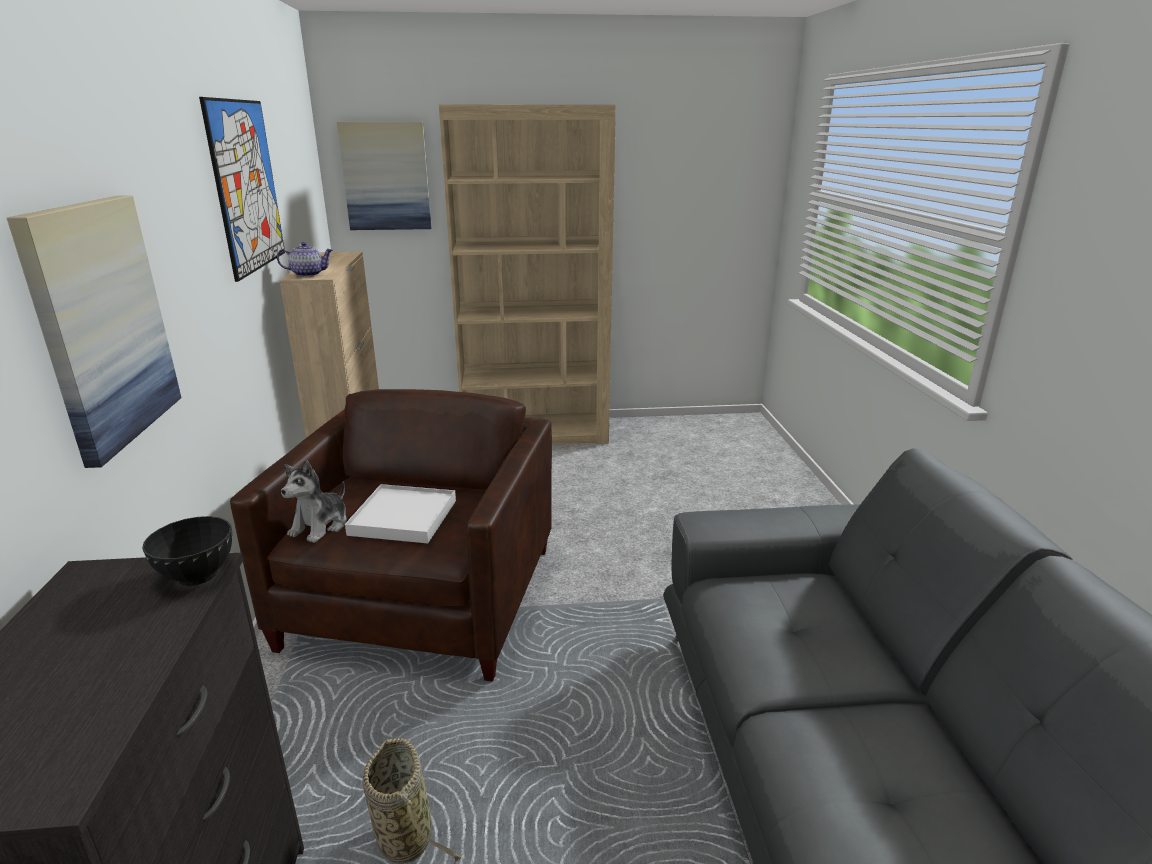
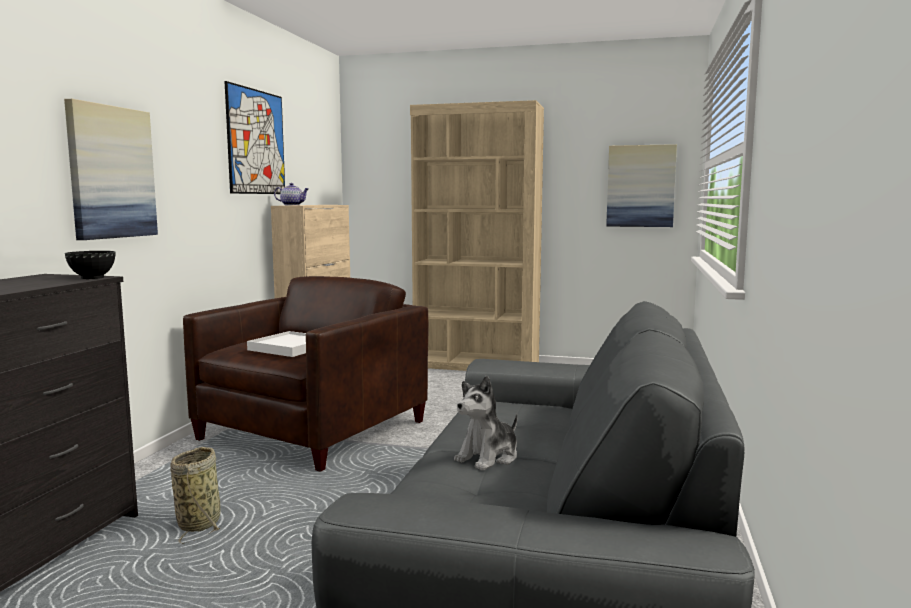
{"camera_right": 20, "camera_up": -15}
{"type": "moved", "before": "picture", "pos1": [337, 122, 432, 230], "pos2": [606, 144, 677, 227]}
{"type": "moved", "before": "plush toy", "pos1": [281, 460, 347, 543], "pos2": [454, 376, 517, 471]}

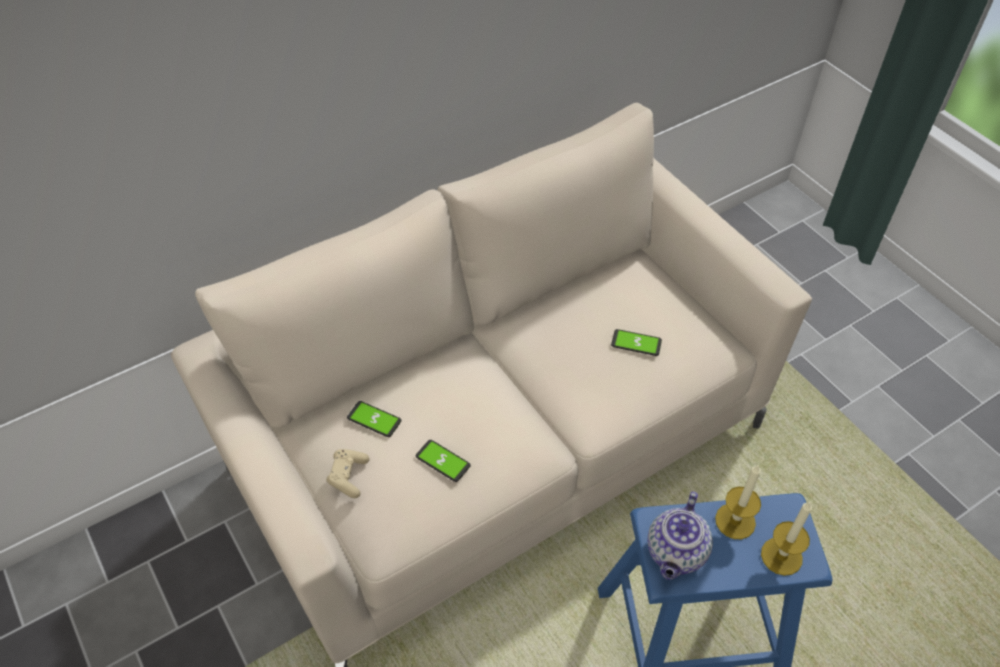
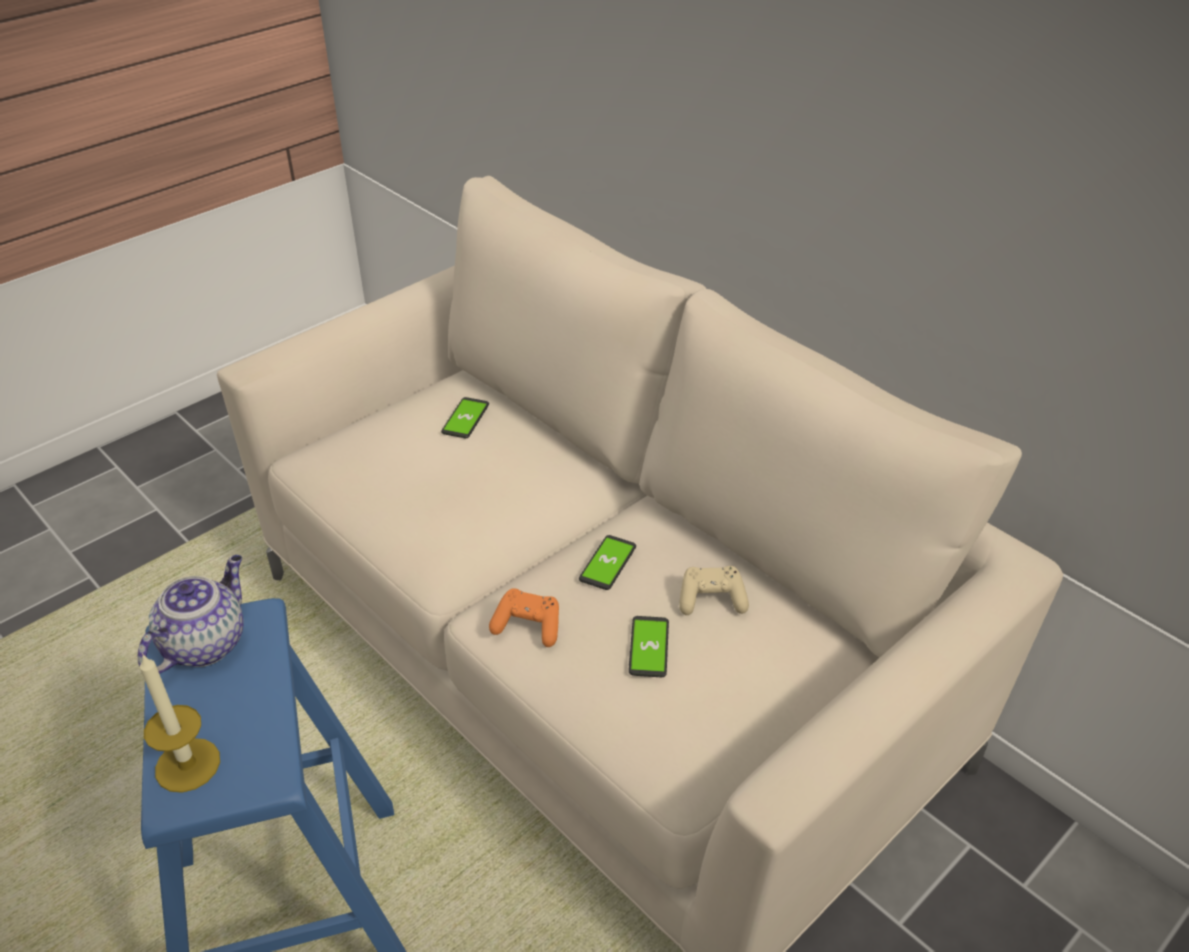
{"camera_right": 80, "camera_up": -10}
{"type": "moved", "before": "phone", "pos1": [416, 440, 471, 482], "pos2": [579, 535, 636, 590]}
{"type": "moved", "before": "beige joypad", "pos1": [327, 449, 370, 498], "pos2": [679, 566, 749, 615]}
{"type": "removed", "before": "wax candle", "pos1": [715, 464, 761, 539]}
{"type": "turned", "before": "tea pot", "pos1": [648, 491, 713, 580], "pos2": [138, 555, 244, 674], "turn": 105}
{"type": "added", "after": "orangey joypad", "pos2": [489, 588, 559, 647]}

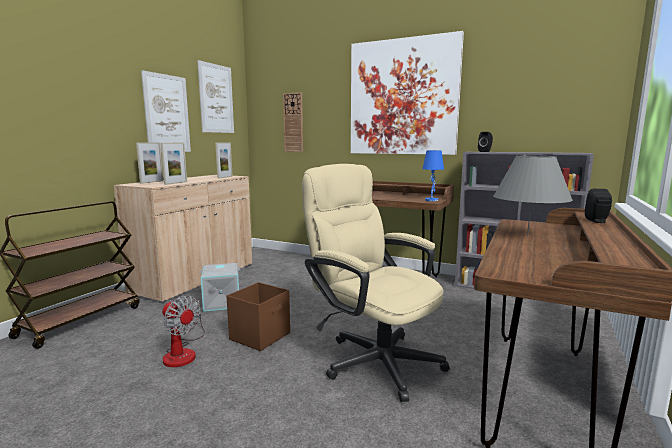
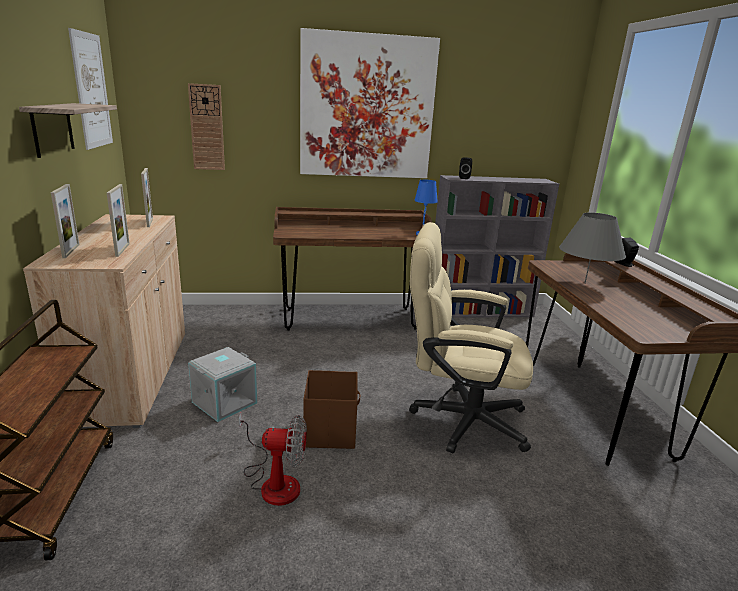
{"camera_right": -35, "camera_up": 10}
{"type": "replaced", "before": "picture", "after": "shelf", "pos1": [141, 70, 191, 152], "pos2": [19, 103, 117, 158]}

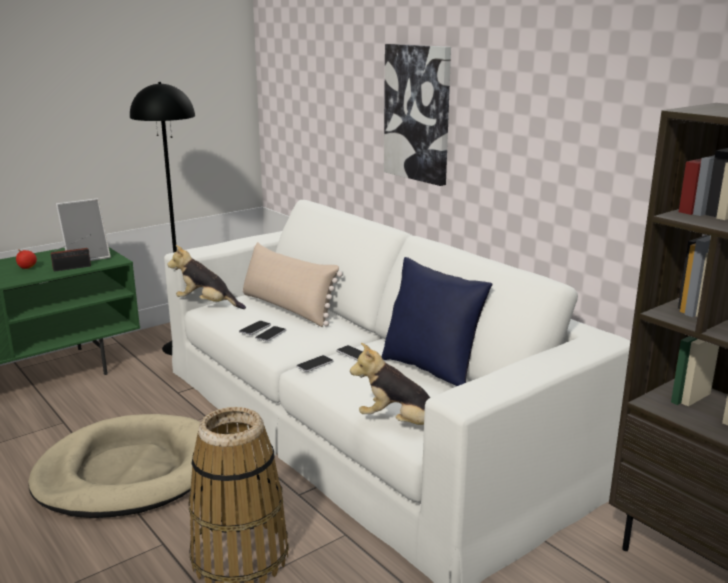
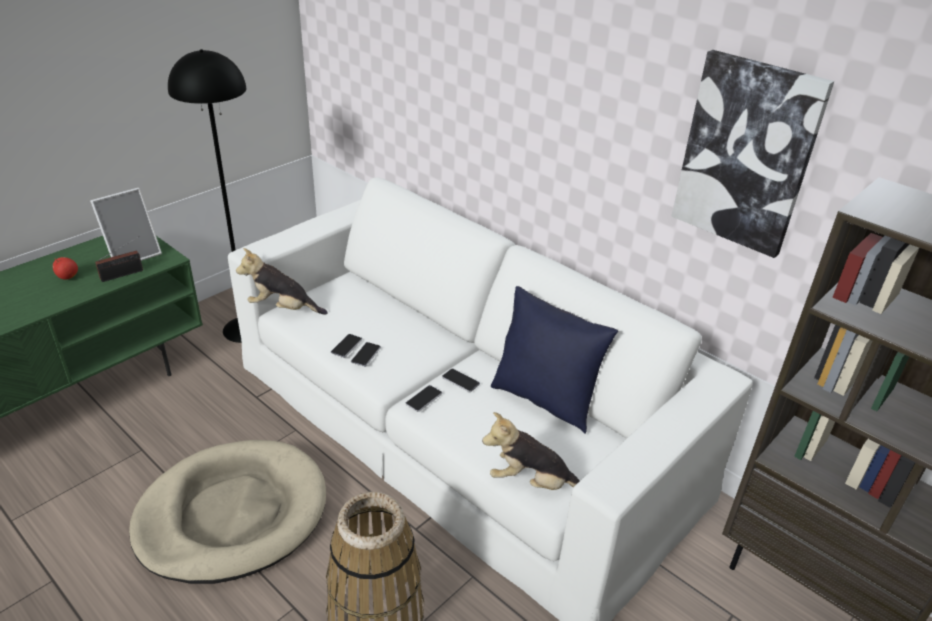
{"camera_right": -10, "camera_up": 15}
{"type": "moved", "before": "picture", "pos1": [384, 44, 451, 186], "pos2": [671, 50, 834, 258]}
{"type": "removed", "before": "beige throw pillow", "pos1": [242, 242, 343, 327]}

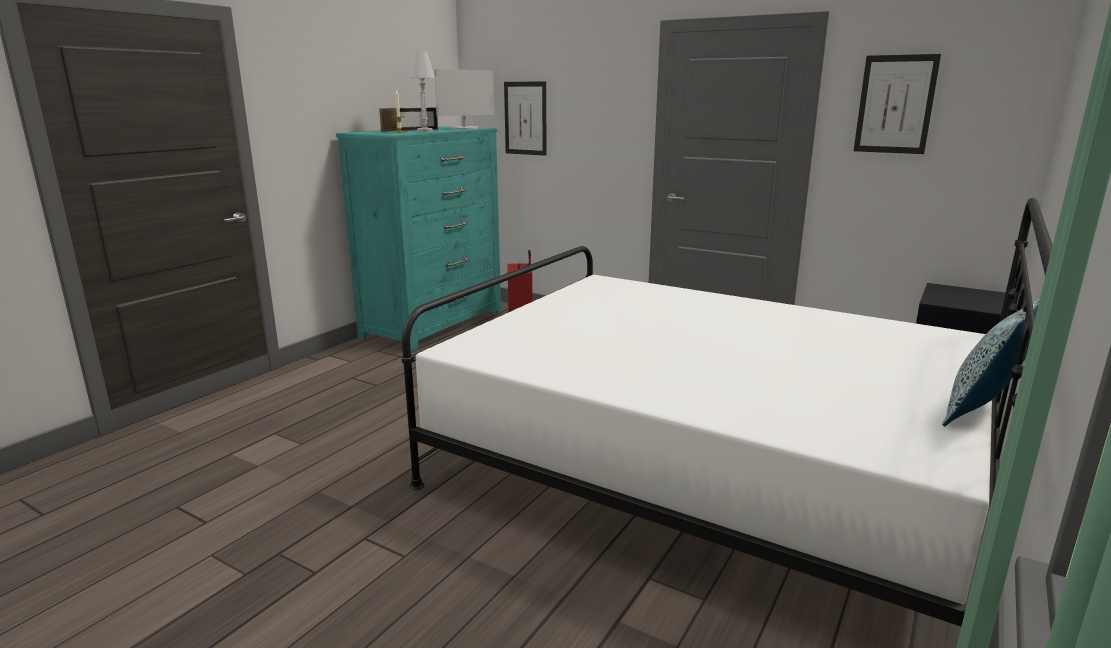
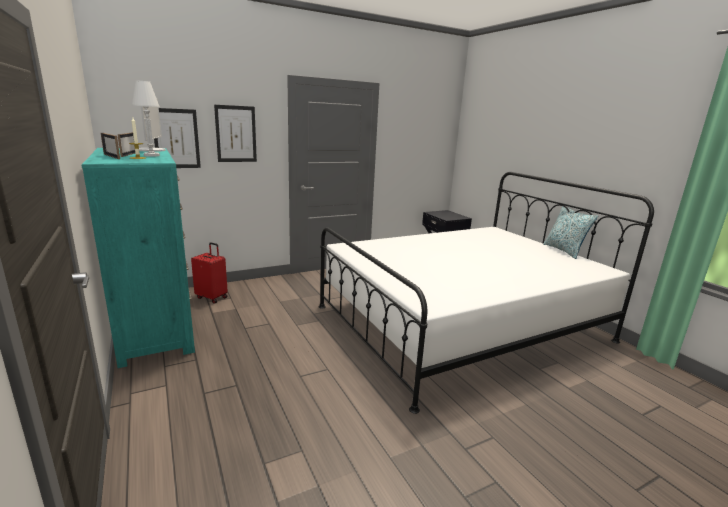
{"camera_right": -60, "camera_up": 0}
{"type": "moved", "before": "picture", "pos1": [854, 54, 941, 154], "pos2": [214, 105, 257, 162]}

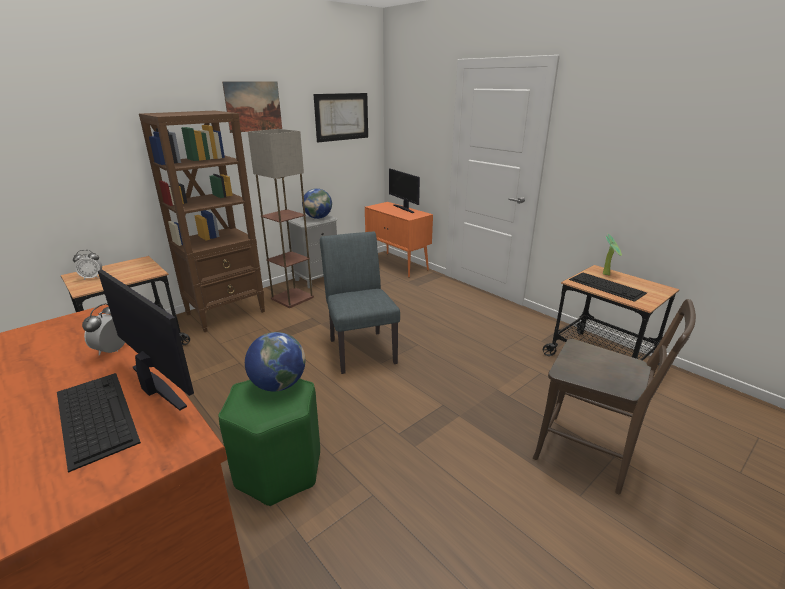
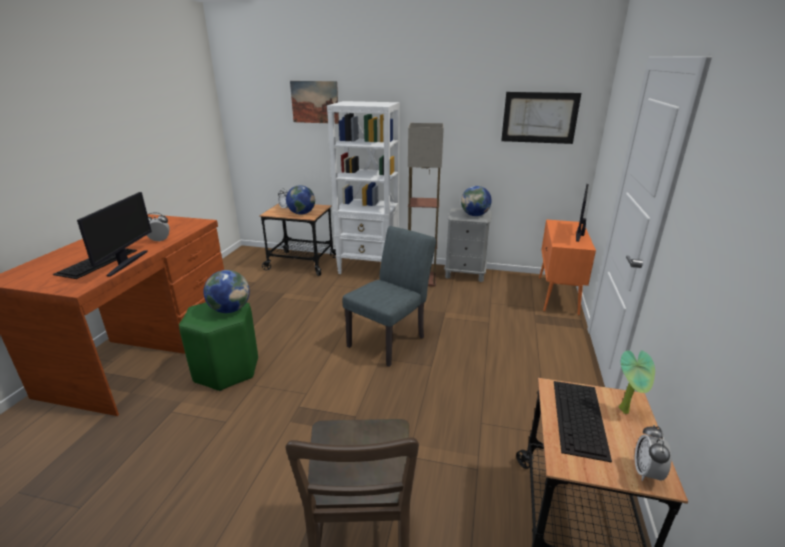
{"camera_right": 55, "camera_up": 0}
{"type": "moved", "before": "picture", "pos1": [222, 81, 282, 133], "pos2": [290, 81, 339, 124]}
{"type": "recoloured", "before": "brown-coloured shelving unit", "after": "white-coloured shelving unit", "pos1": [139, 111, 265, 332], "pos2": [327, 101, 400, 274]}
{"type": "added", "after": "desk globe", "pos2": [286, 185, 315, 215]}
{"type": "added", "after": "bedside clock", "pos2": [635, 425, 671, 481]}

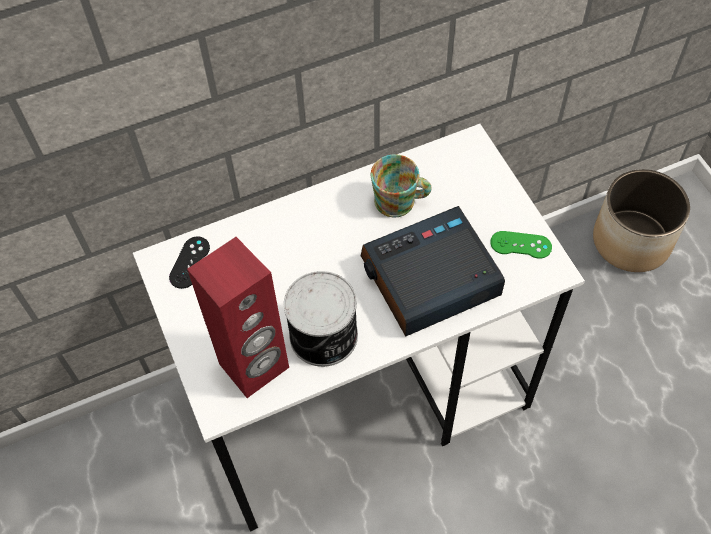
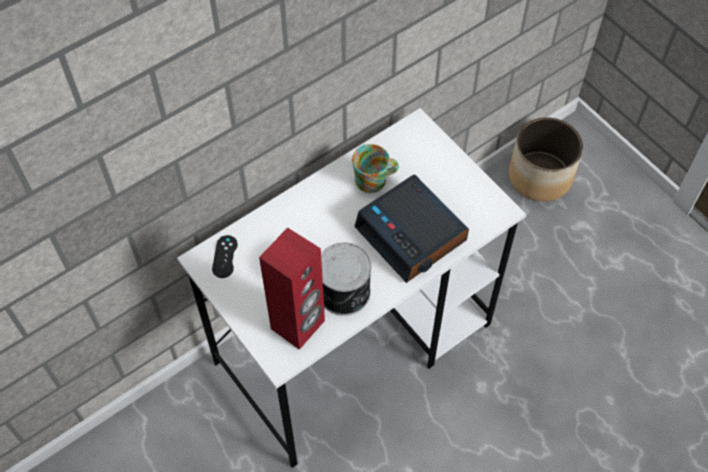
{"camera_right": -15, "camera_up": 0}
{"type": "turned", "before": "bedside clock", "pos1": [361, 206, 505, 337], "pos2": [354, 174, 469, 283], "turn": -90}
{"type": "removed", "before": "green joypad", "pos1": [490, 231, 552, 259]}

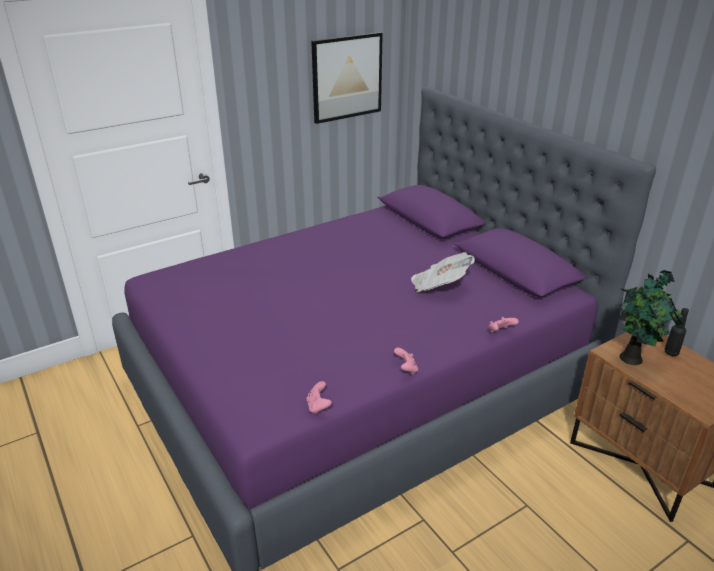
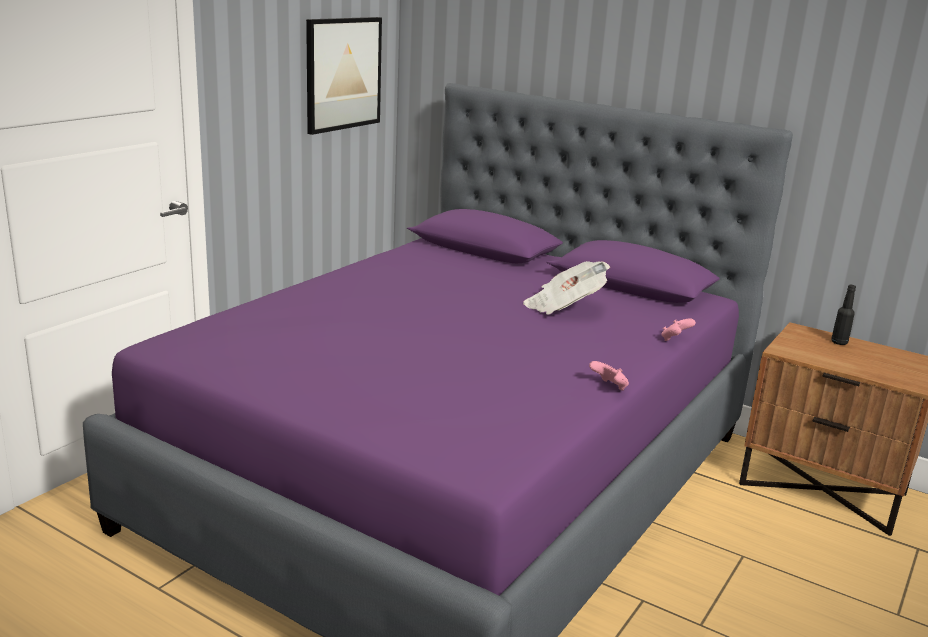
{"camera_right": -25, "camera_up": -10}
{"type": "removed", "before": "potted plant", "pos1": [618, 270, 683, 365]}
{"type": "removed", "before": "pink-coloured joypad", "pos1": [306, 381, 332, 414]}

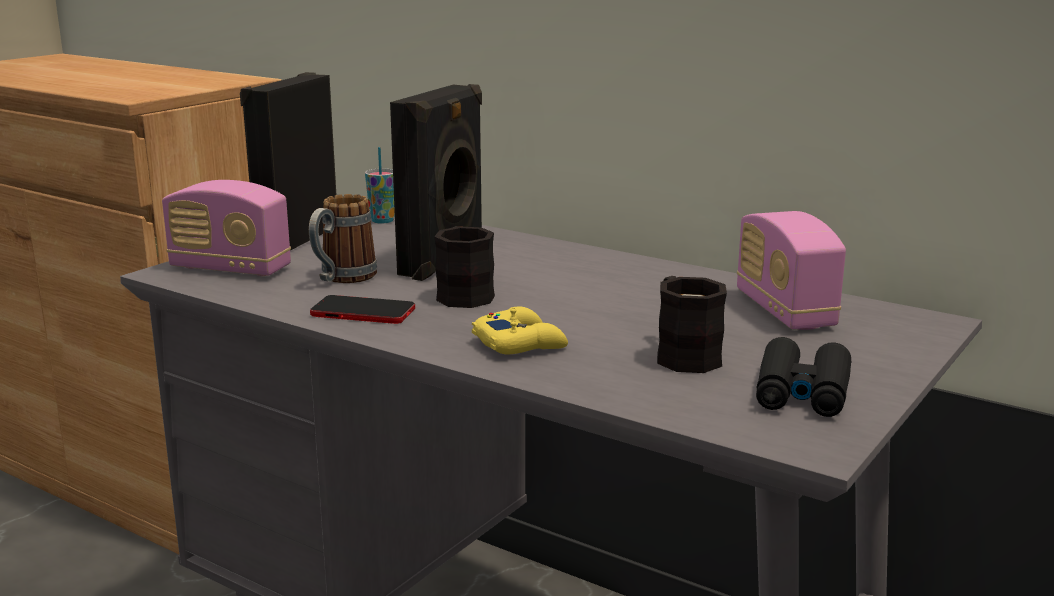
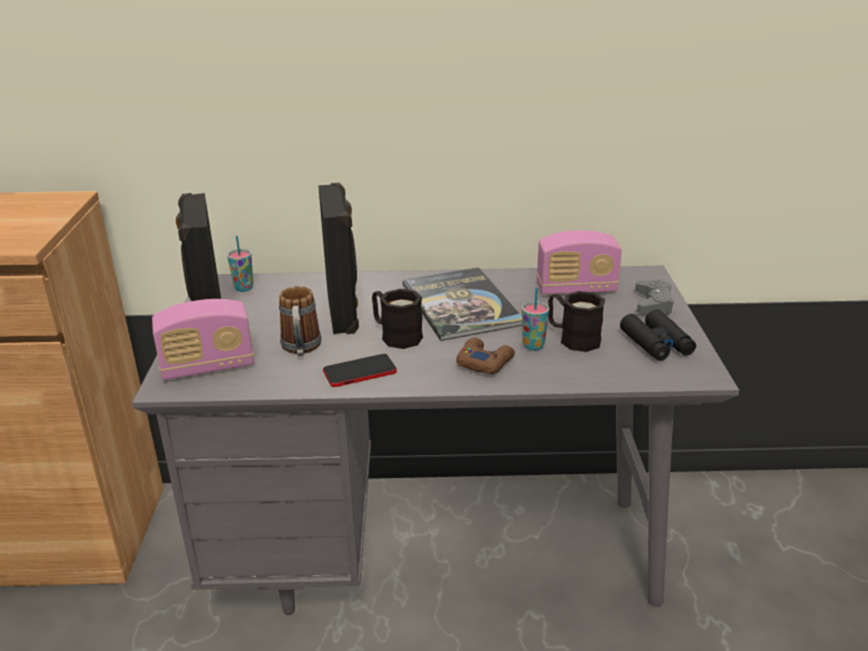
{"camera_right": -35, "camera_up": 10}
{"type": "turned", "before": "radio", "pos1": [737, 211, 846, 330], "pos2": [537, 230, 622, 295], "turn": -45}
{"type": "recoloured", "before": "yellow-coloured joypad", "after": "brown-coloured joypad", "pos1": [472, 307, 568, 355], "pos2": [456, 338, 515, 374]}
{"type": "added", "after": "bound book", "pos2": [403, 267, 522, 341]}
{"type": "added", "after": "grey joypad", "pos2": [635, 279, 674, 315]}
{"type": "added", "after": "cup", "pos2": [522, 287, 549, 350]}

